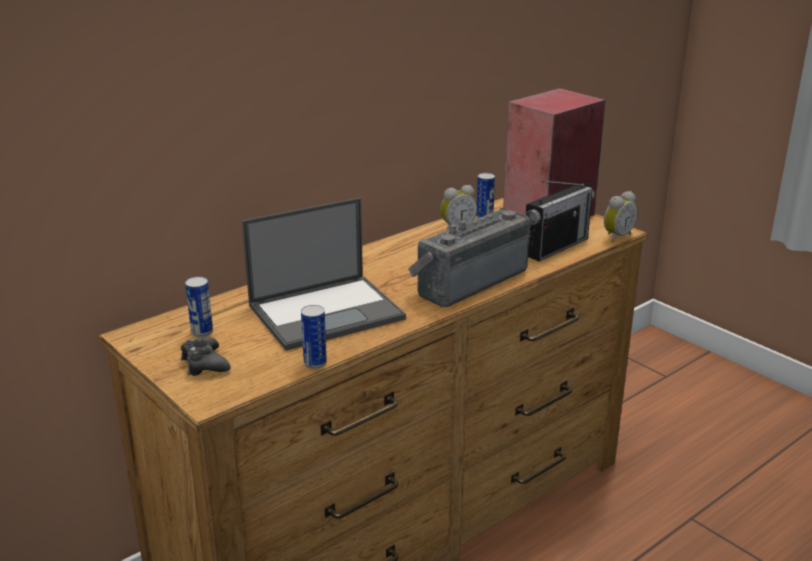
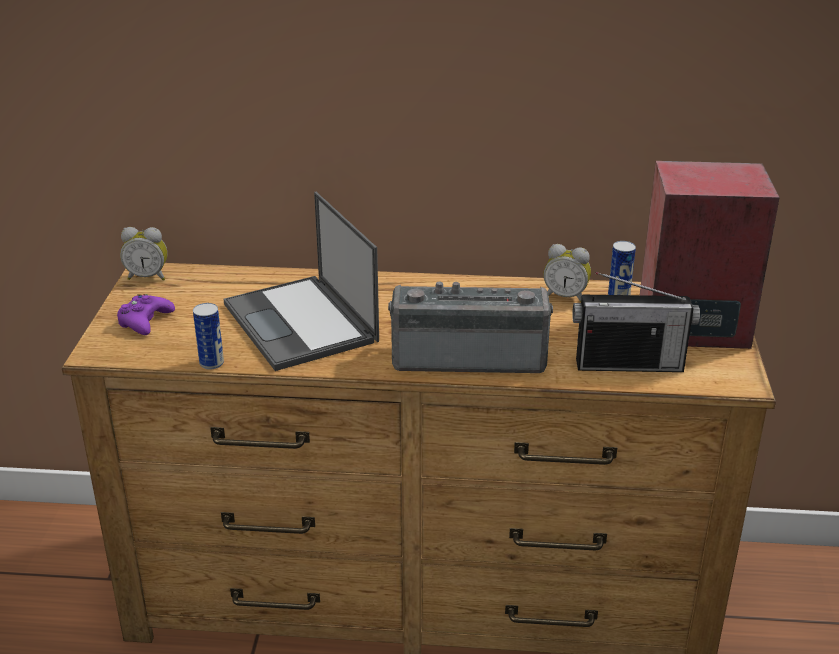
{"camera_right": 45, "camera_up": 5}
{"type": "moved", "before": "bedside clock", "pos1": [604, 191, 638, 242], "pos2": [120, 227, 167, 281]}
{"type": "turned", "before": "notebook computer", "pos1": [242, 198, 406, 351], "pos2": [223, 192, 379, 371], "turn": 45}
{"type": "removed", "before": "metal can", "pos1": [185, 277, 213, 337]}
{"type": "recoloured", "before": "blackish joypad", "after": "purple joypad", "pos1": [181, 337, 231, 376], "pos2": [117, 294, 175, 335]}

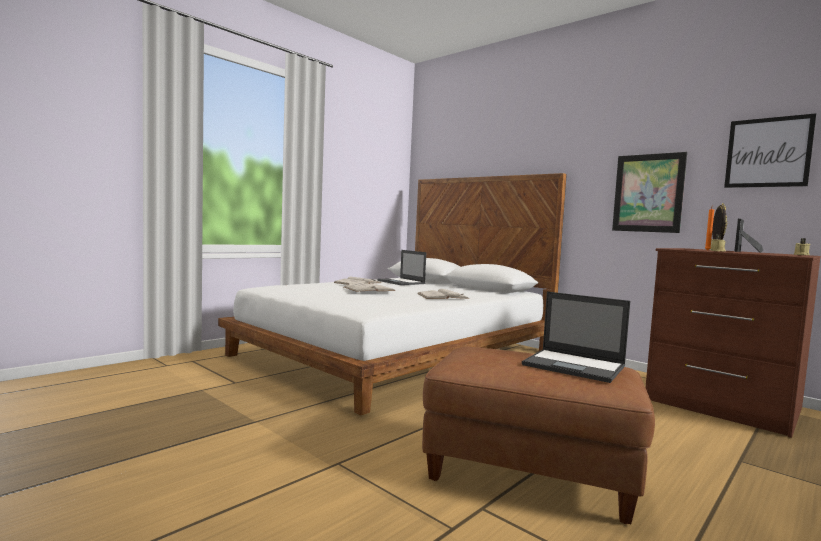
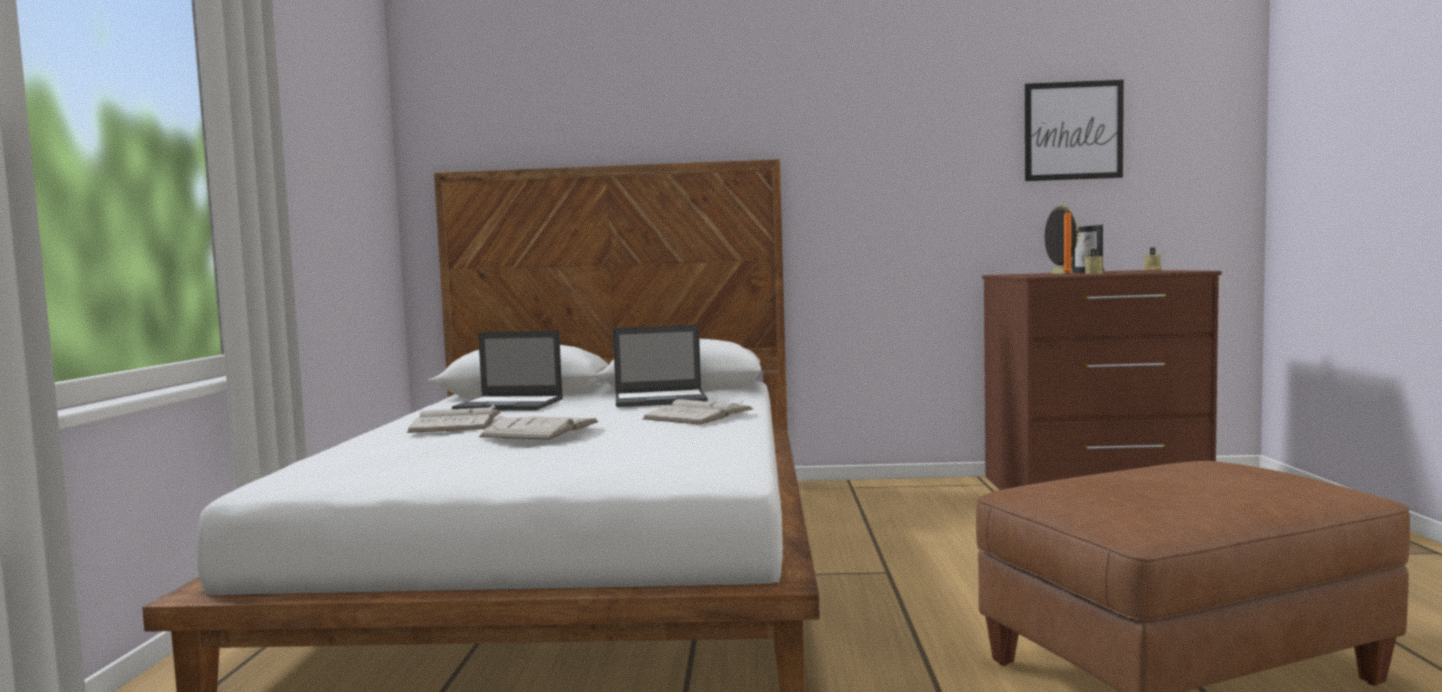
{"camera_right": -40, "camera_up": 0}
{"type": "removed", "before": "picture", "pos1": [612, 152, 687, 233]}
{"type": "moved", "before": "notebook computer", "pos1": [522, 292, 630, 383], "pos2": [613, 324, 708, 407]}

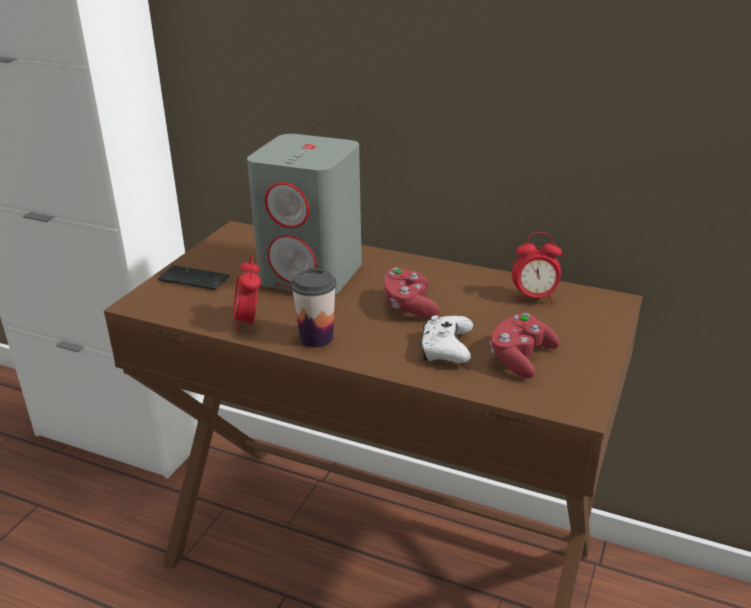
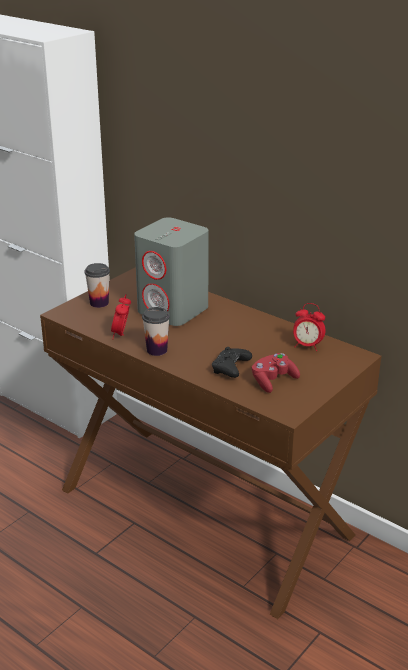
{"camera_right": 15, "camera_up": 0}
{"type": "replaced", "before": "phone", "after": "cup", "pos1": [158, 265, 229, 290], "pos2": [85, 263, 110, 308]}
{"type": "removed", "before": "reddish joypad", "pos1": [385, 267, 440, 318]}
{"type": "recoloured", "before": "white-coloured joypad", "after": "blackish joypad", "pos1": [420, 315, 473, 363], "pos2": [212, 347, 252, 378]}

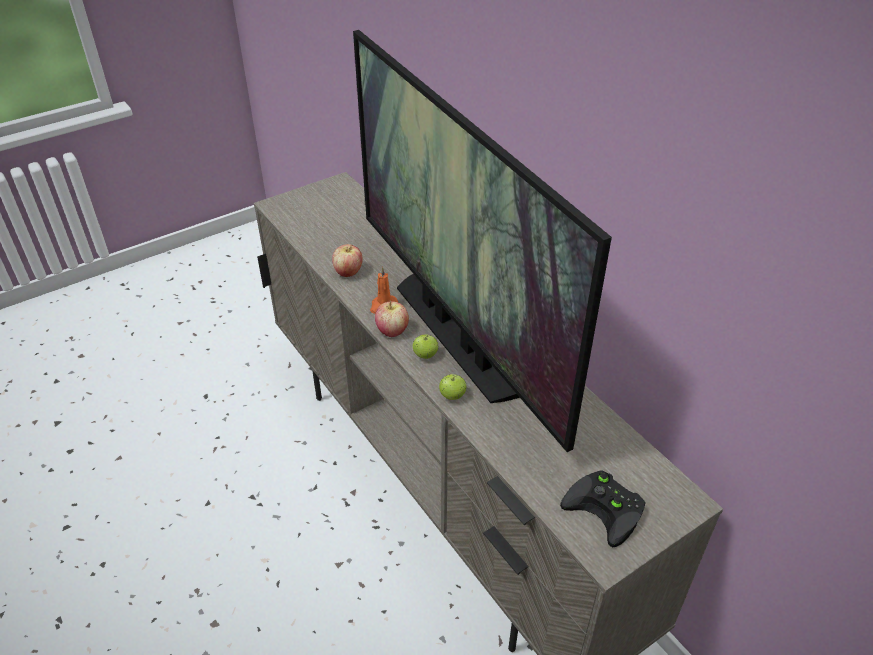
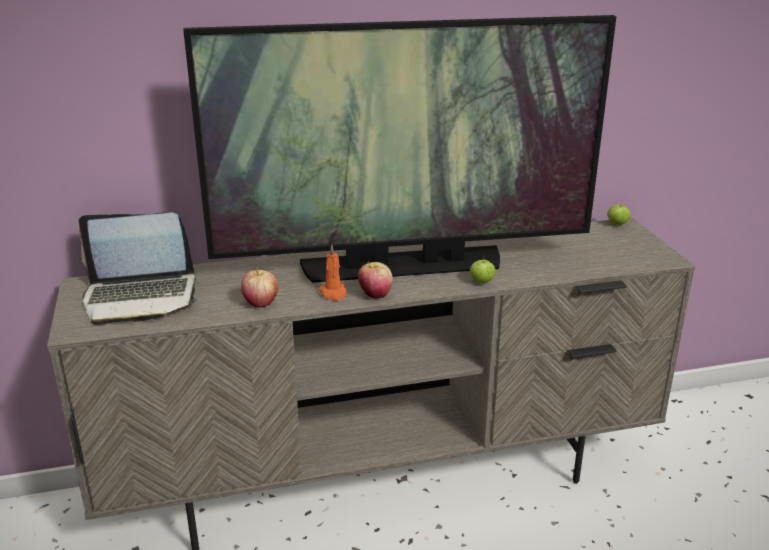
{"camera_right": -70, "camera_up": -15}
{"type": "moved", "before": "apple", "pos1": [413, 335, 438, 359], "pos2": [607, 201, 630, 226]}
{"type": "removed", "before": "blackish joypad", "pos1": [560, 470, 646, 547]}
{"type": "added", "after": "notebook computer", "pos2": [78, 213, 198, 325]}

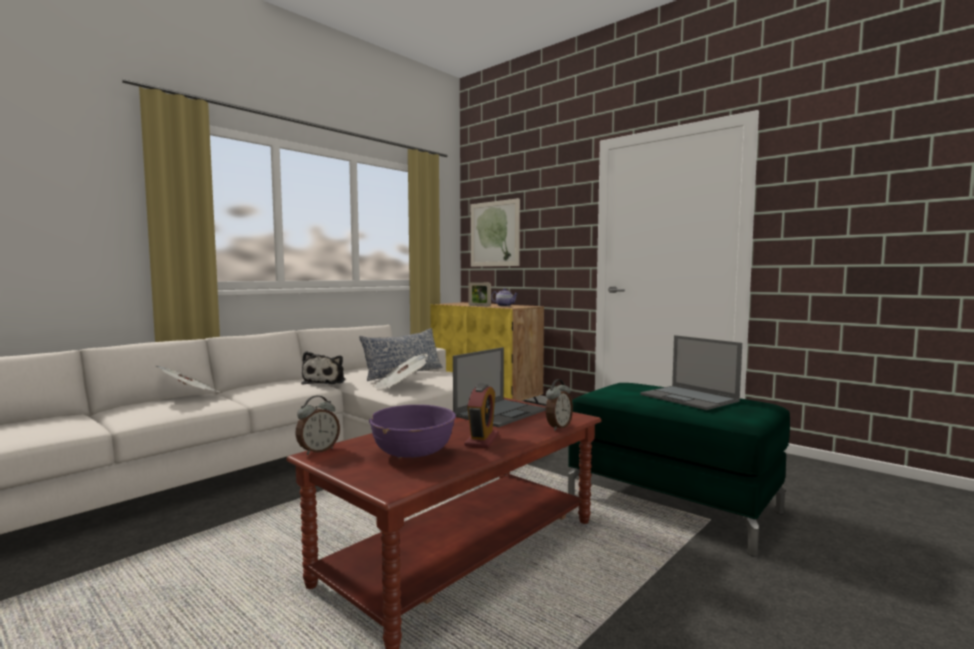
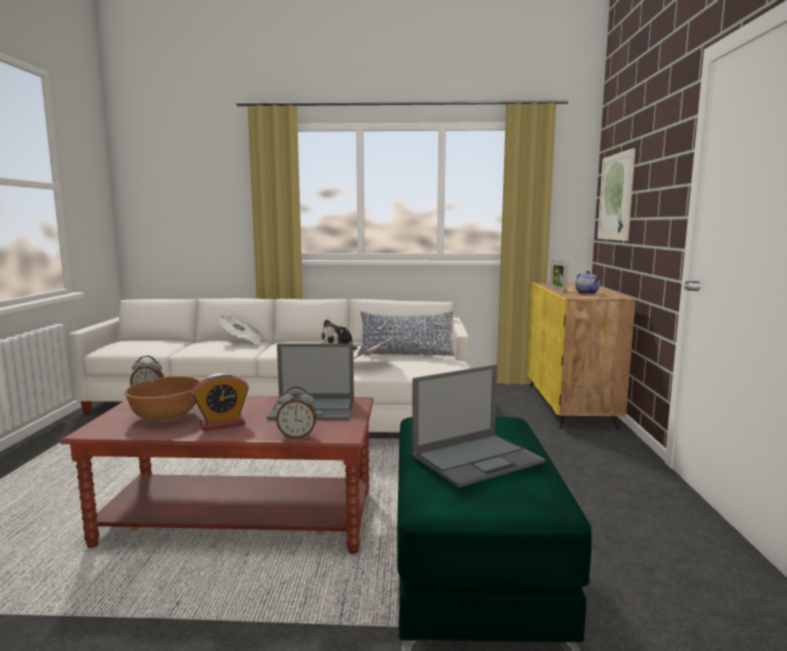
{"camera_right": 50, "camera_up": 5}
{"type": "turned", "before": "notebook computer", "pos1": [640, 335, 742, 410], "pos2": [412, 365, 545, 488], "turn": -135}
{"type": "recoloured", "before": "purple deep dish", "after": "brown-coloured deep dish", "pos1": [369, 405, 456, 458], "pos2": [124, 376, 201, 421]}

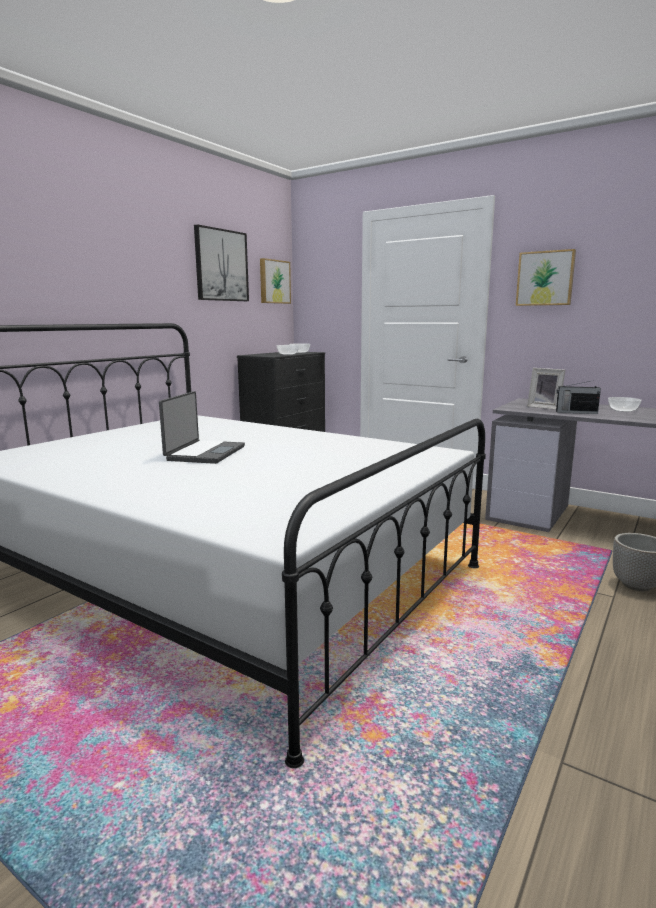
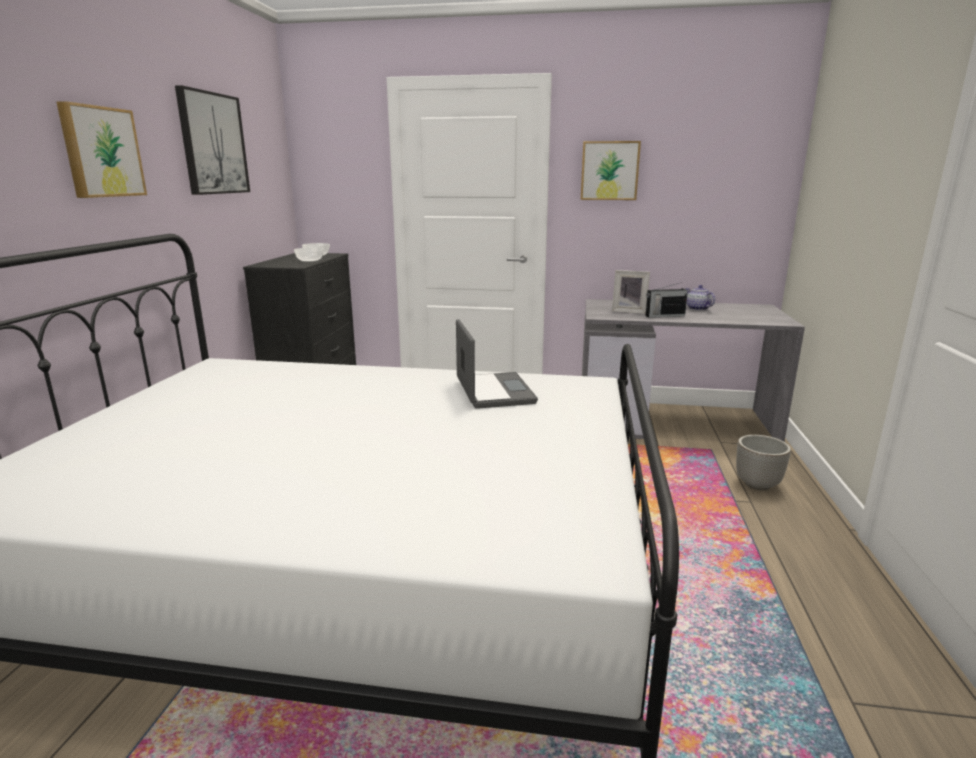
{"camera_right": -25, "camera_up": 5}
{"type": "moved", "before": "picture", "pos1": [260, 258, 291, 304], "pos2": [57, 101, 147, 198]}
{"type": "moved", "before": "notebook computer", "pos1": [159, 391, 245, 464], "pos2": [456, 319, 538, 409]}
{"type": "replaced", "before": "deep dish", "after": "tea pot", "pos1": [608, 397, 642, 412], "pos2": [685, 285, 715, 311]}

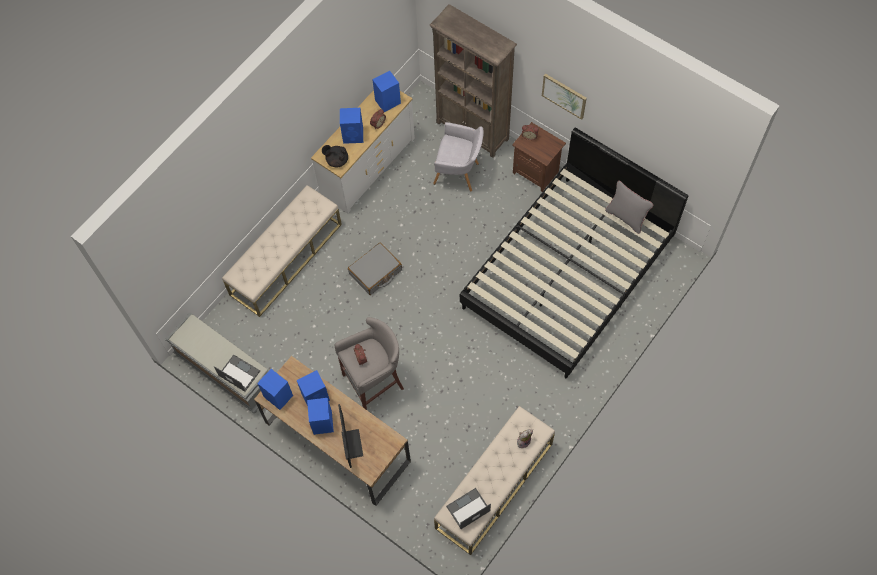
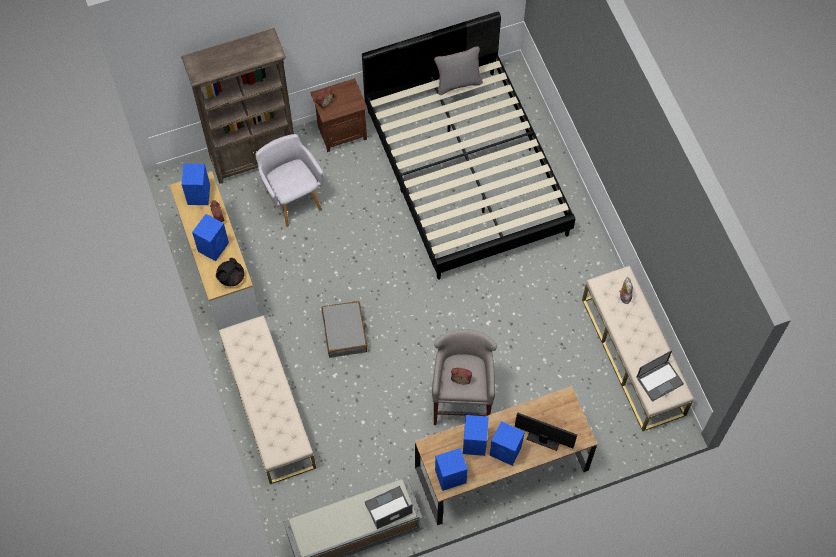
{"camera_right": -60, "camera_up": 0}
{"type": "removed", "before": "picture", "pos1": [542, 74, 587, 120]}
{"type": "turned", "before": "grey easy chair", "pos1": [433, 122, 484, 191], "pos2": [255, 134, 323, 227], "turn": -75}
{"type": "turned", "before": "notebook computer", "pos1": [446, 488, 491, 529], "pos2": [636, 350, 684, 402], "turn": -120}

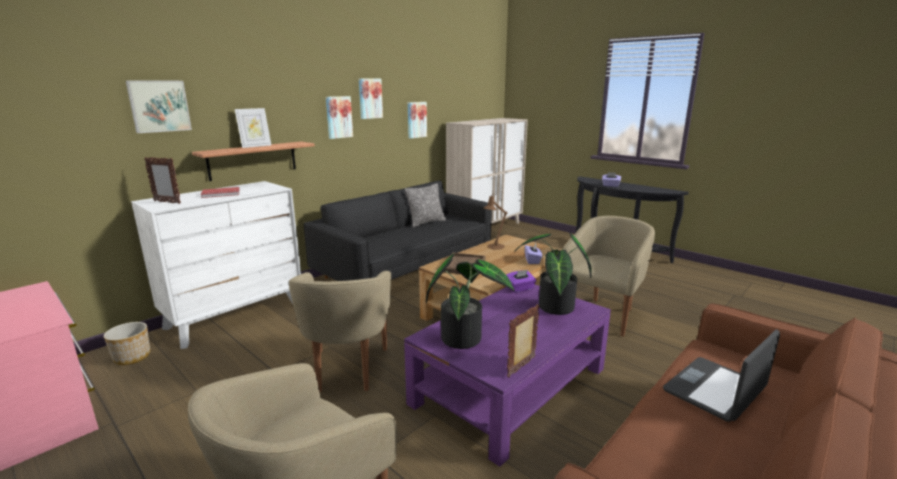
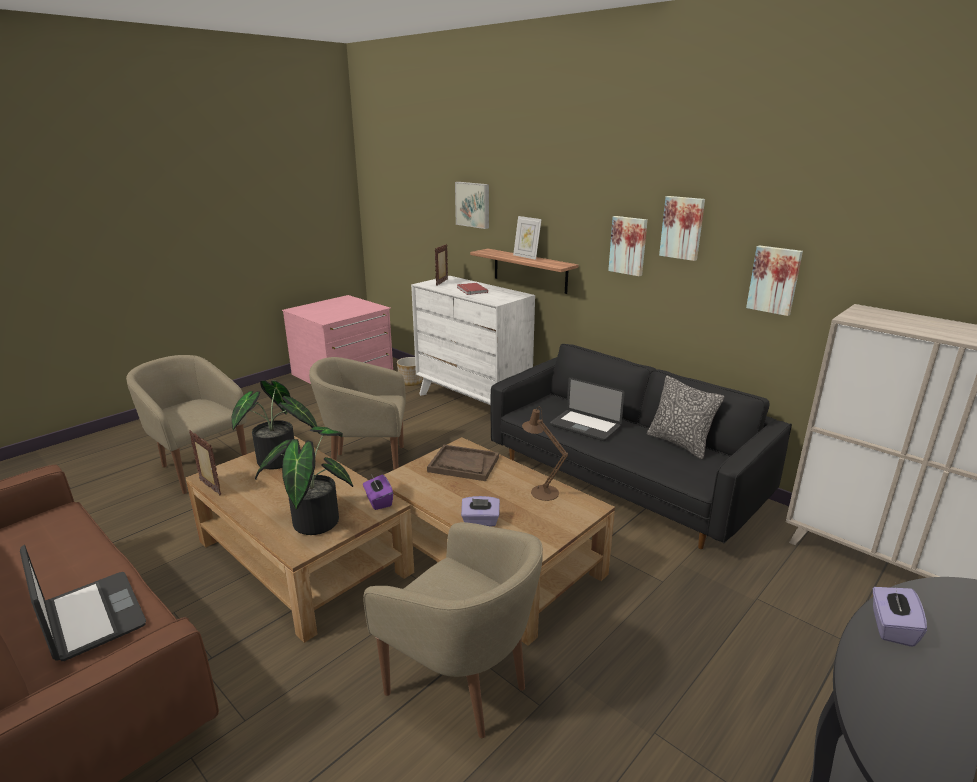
{"camera_right": 90, "camera_up": 5}
{"type": "recoloured", "before": "purple low table", "after": "brown-coloured low table", "pos1": [404, 284, 611, 467], "pos2": [185, 436, 414, 643]}
{"type": "added", "after": "notebook computer", "pos2": [550, 377, 625, 441]}

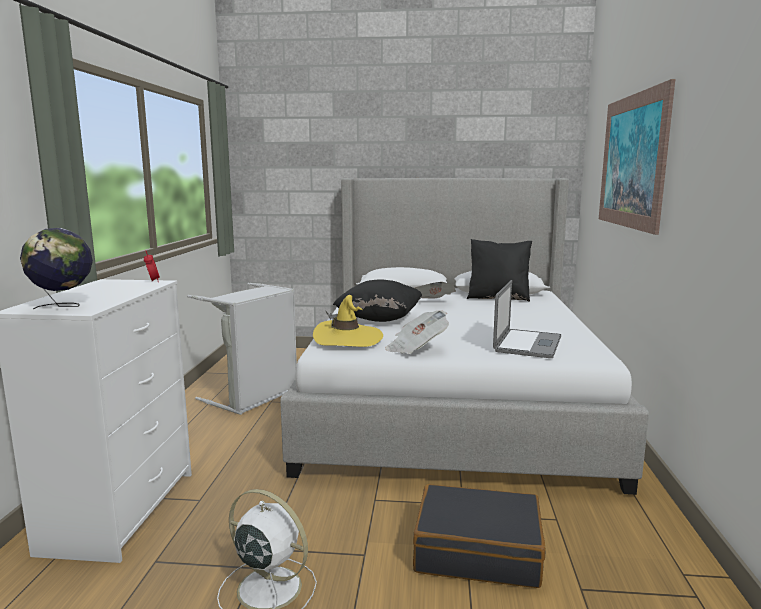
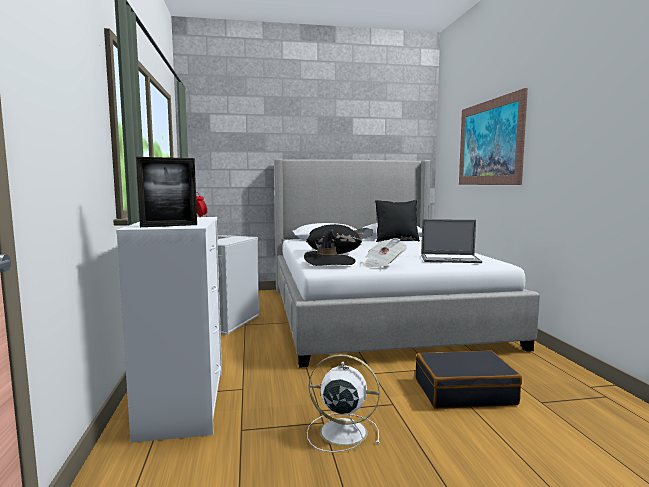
{"camera_right": -15, "camera_up": -5}
{"type": "replaced", "before": "desk globe", "after": "picture frame", "pos1": [20, 228, 93, 309], "pos2": [136, 157, 197, 227]}
{"type": "turned", "before": "notebook computer", "pos1": [493, 280, 561, 358], "pos2": [421, 219, 482, 263], "turn": 90}
{"type": "recoloured", "before": "yellow-coloured wearable hat", "after": "blackish wearable hat", "pos1": [313, 295, 383, 347], "pos2": [304, 229, 356, 266]}

